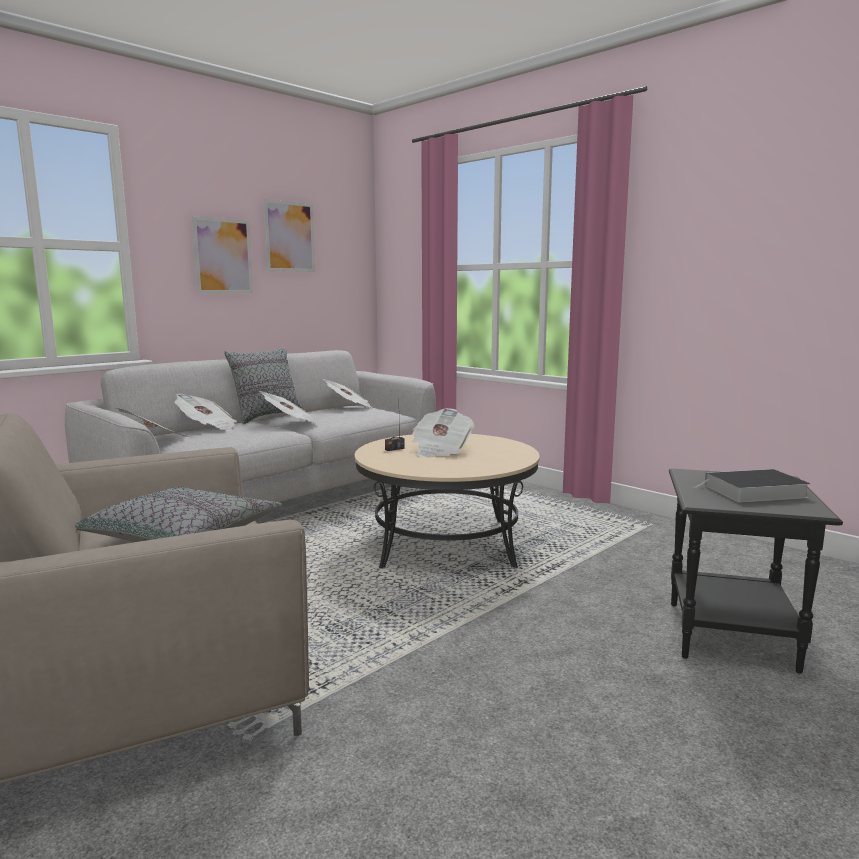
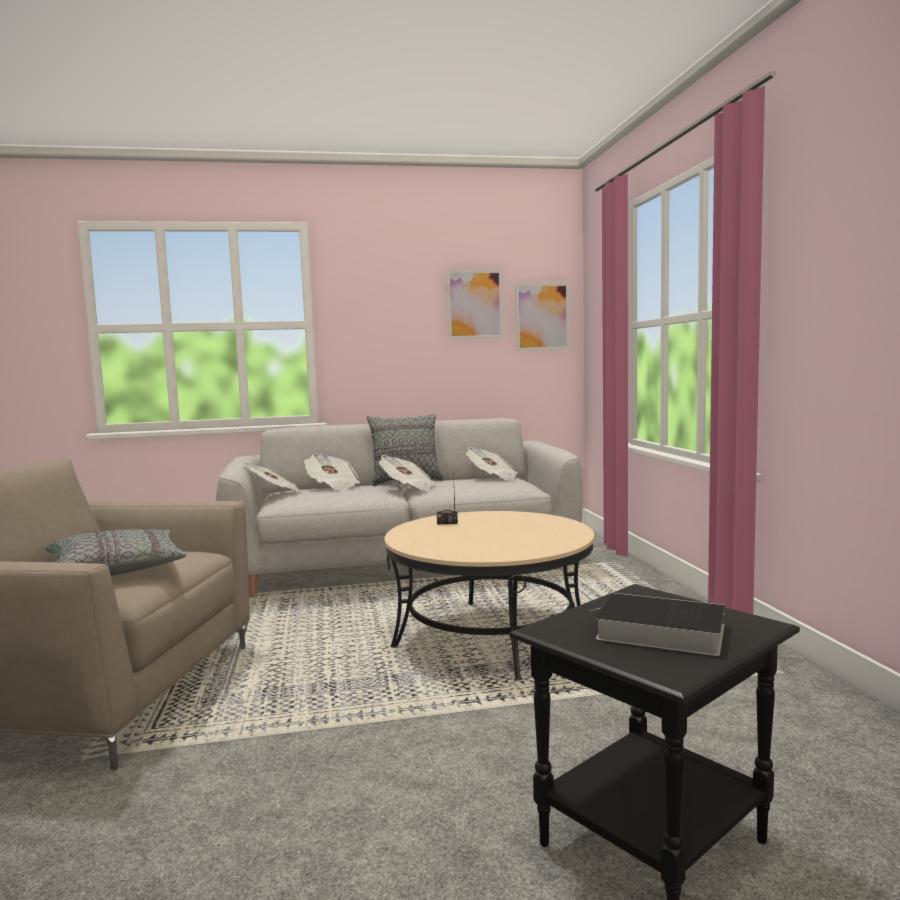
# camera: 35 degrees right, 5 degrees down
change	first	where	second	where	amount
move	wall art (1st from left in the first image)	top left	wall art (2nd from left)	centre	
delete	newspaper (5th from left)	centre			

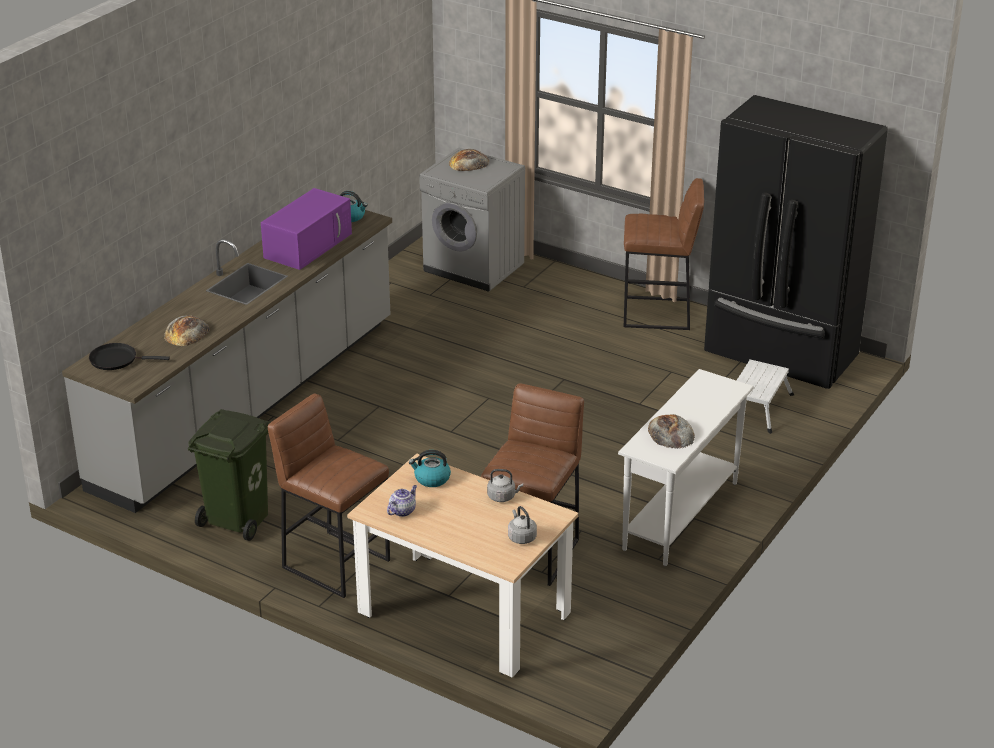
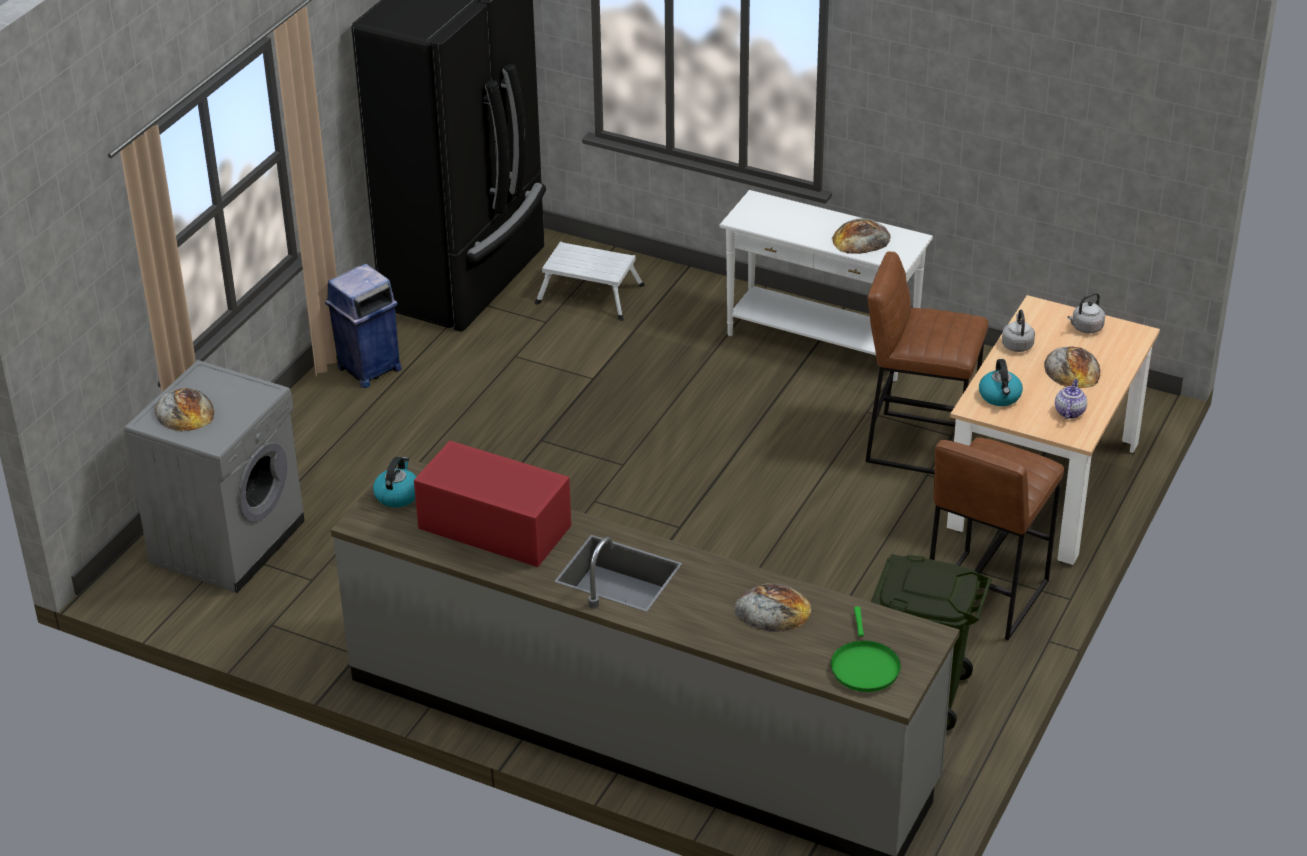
# camera: 95 degrees left, 5 degrees up
change	first	where	second	where	amount
replace	brownish stool seat (3rd from left)	middle right	blue trash can	middle left	
recolor	purple-coloured microwave	top left	reddish microwave	centre	
recolor	blackish pan	middle left	green pan	bottom centre	
rotate	pot for tea	bottom centre		middle right	75 degrees clockwise
insert			baked bread (4th from left)	middle right	

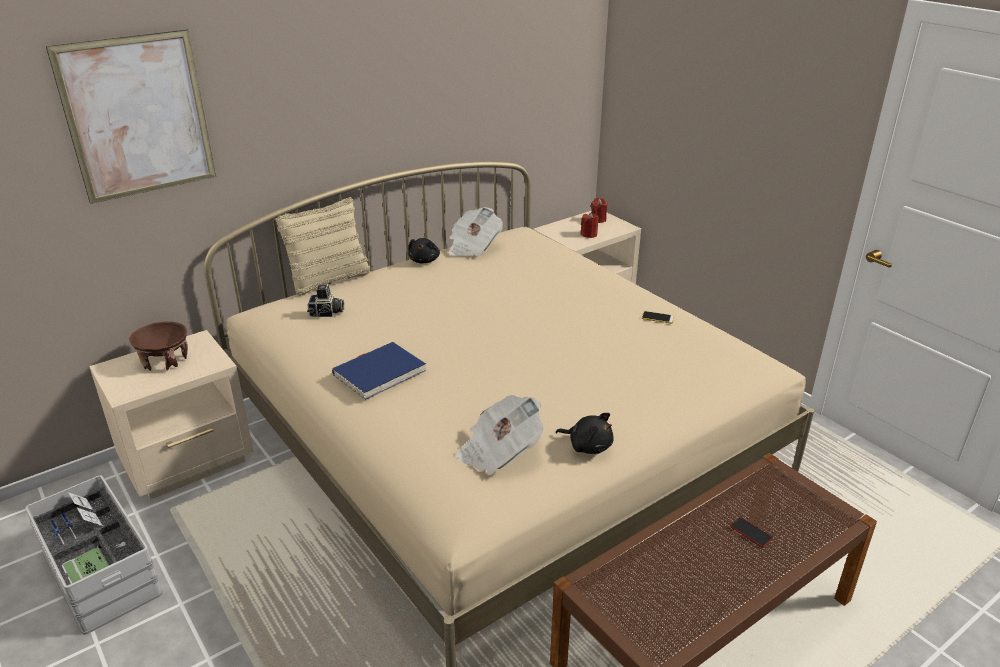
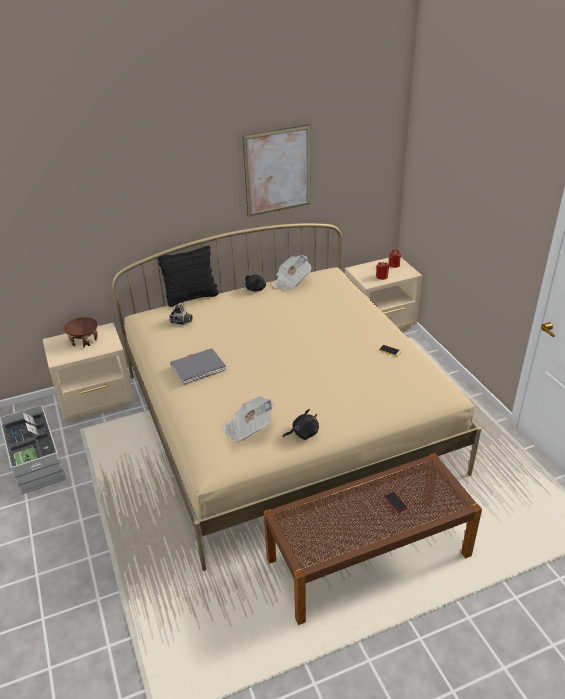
# camera: 15 degrees right, 5 degrees up
change	first	where	second	where	amount
move	wall art	top left		top centre	
recolor	beige throw pillow	middle left	blackish throw pillow	middle left	
recolor	blue bound book	centre	greyish bound book	centre	
rotate	blackish soft toy (2nd from left)	centre		centre	60 degrees counterclockwise

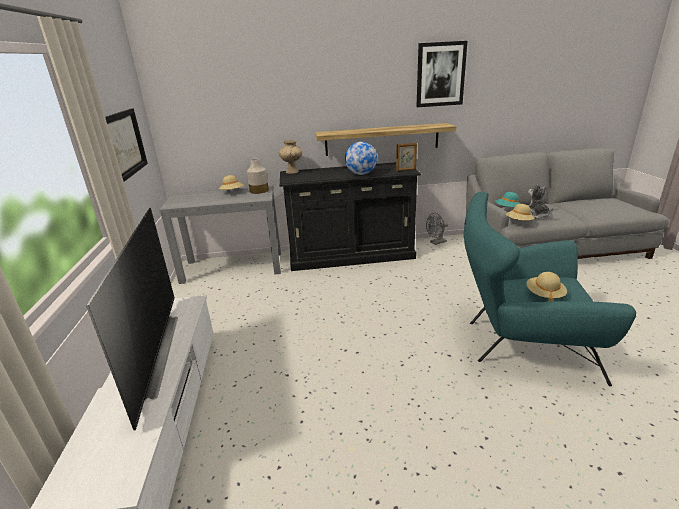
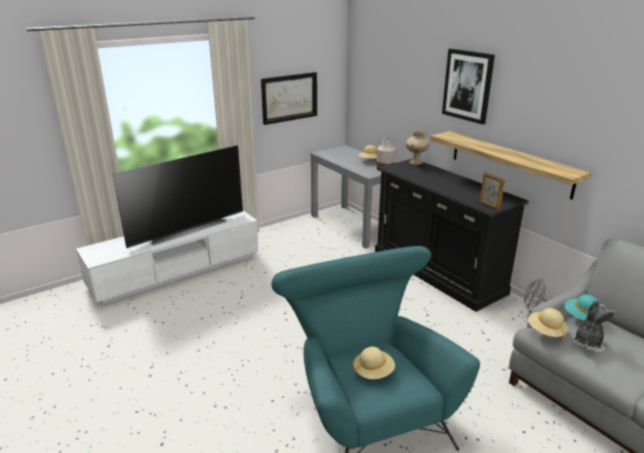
# camera: 60 degrees right, 0 degrees up
change	first	where	second	where	amount
move	wall art (2nd from left)	top centre		top right	
delete	world globe	top centre			

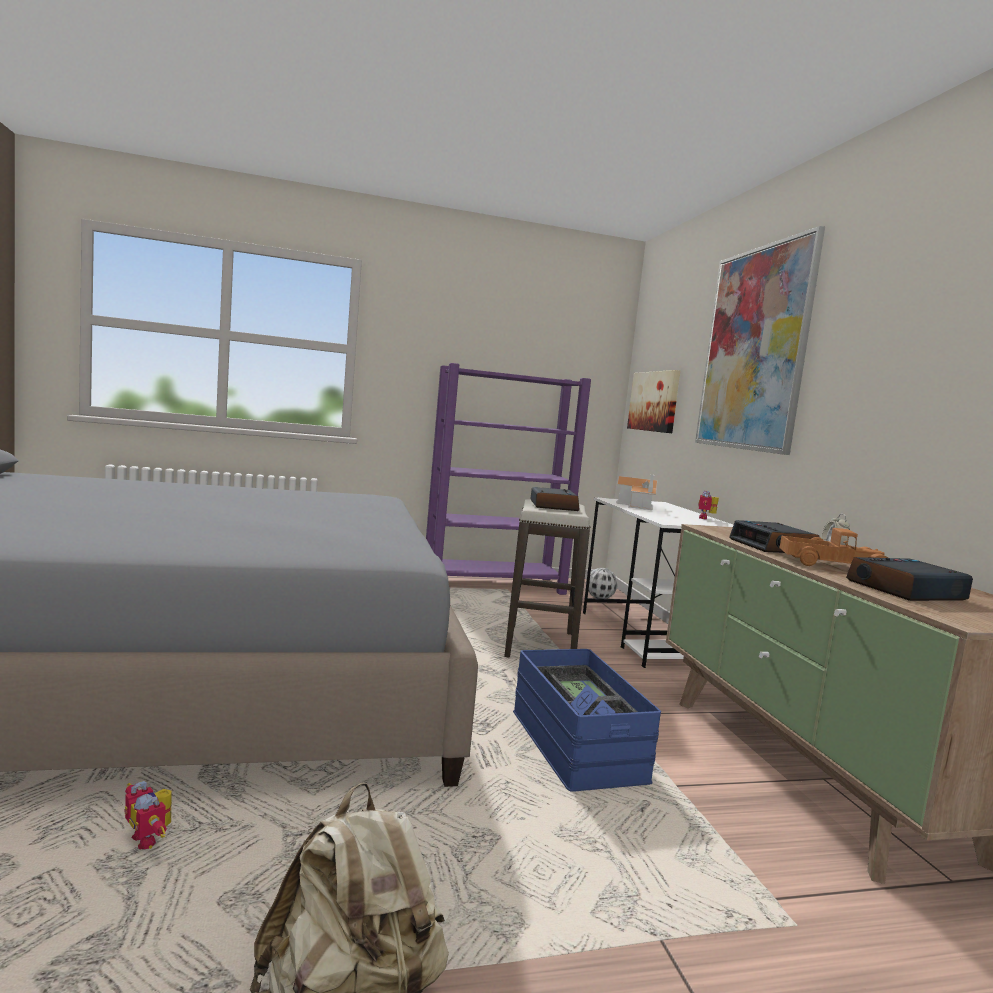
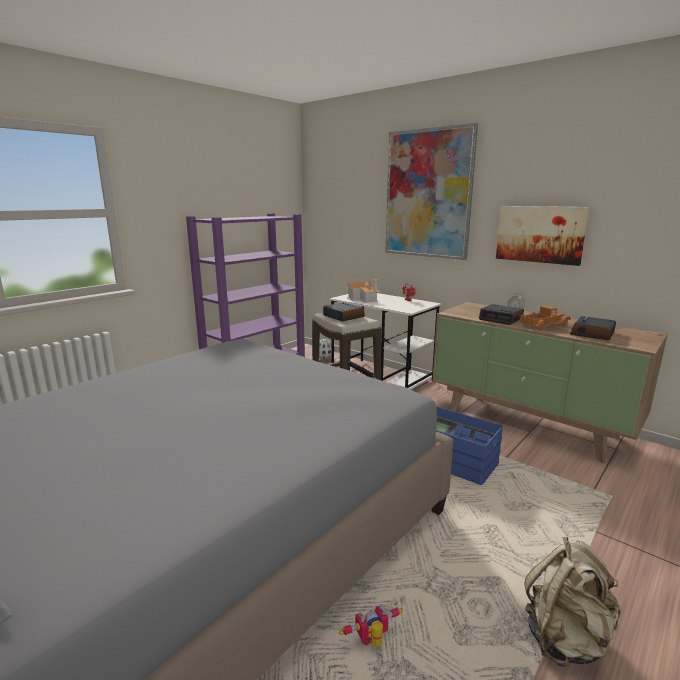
# camera: 35 degrees left, 10 degrees up
change	first	where	second	where	amount
move	wall art (1st from left in the first image)	centre	wall art (2nd from left)	middle right	
rotate	robot figure (1st from left)	bottom left		bottom centre	150 degrees clockwise

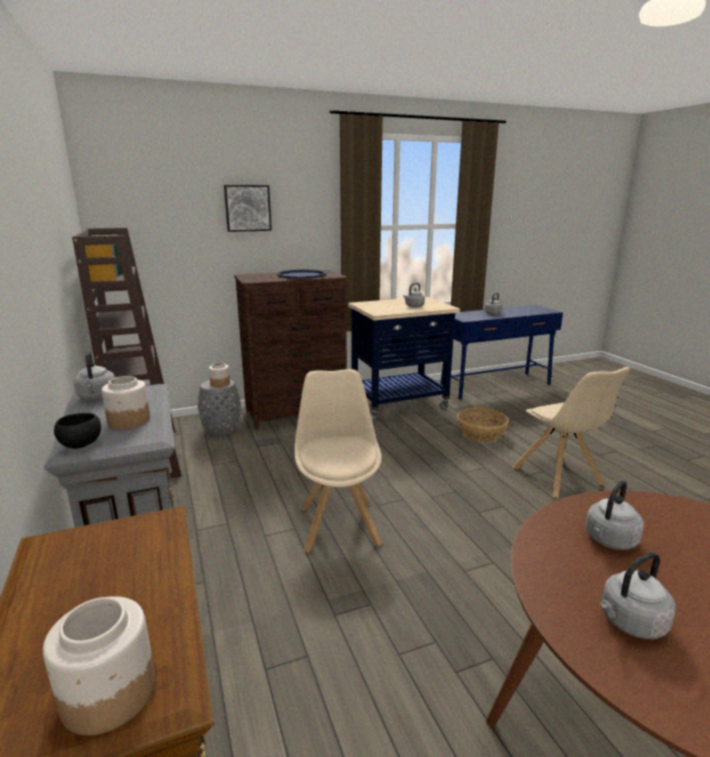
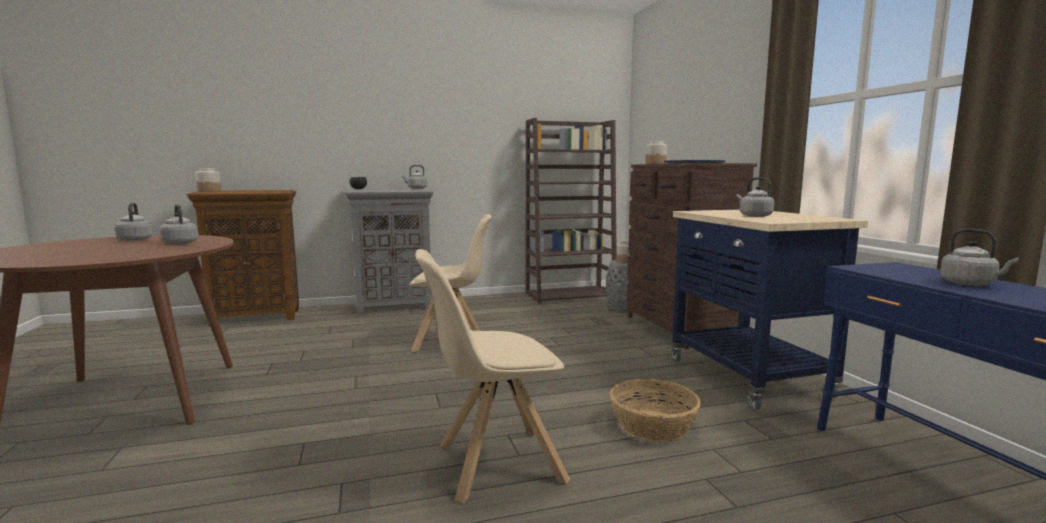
# camera: 95 degrees right, 10 degrees down
change	first	where	second	where	amount
delete	wall art	top centre			
move	jar (2nd from left in the first image)	middle left	jar (3rd from left)	top centre	

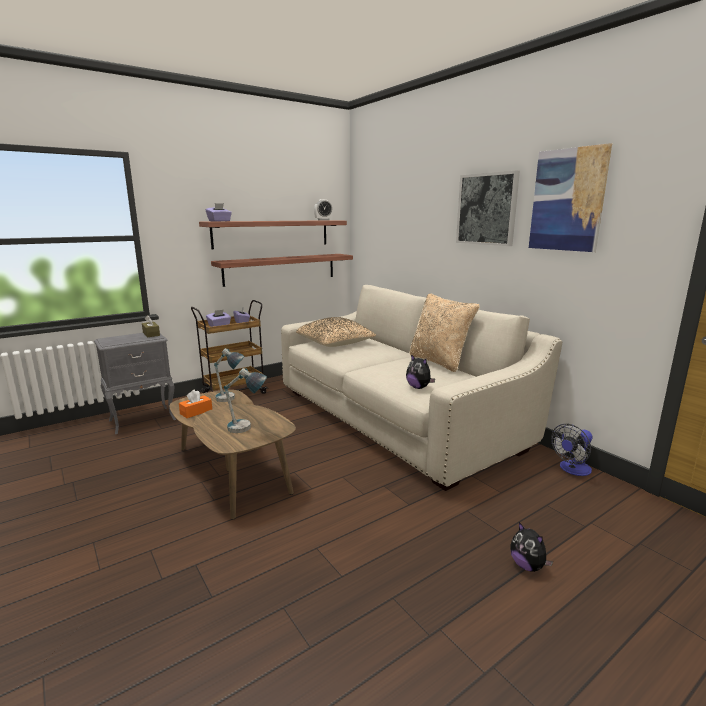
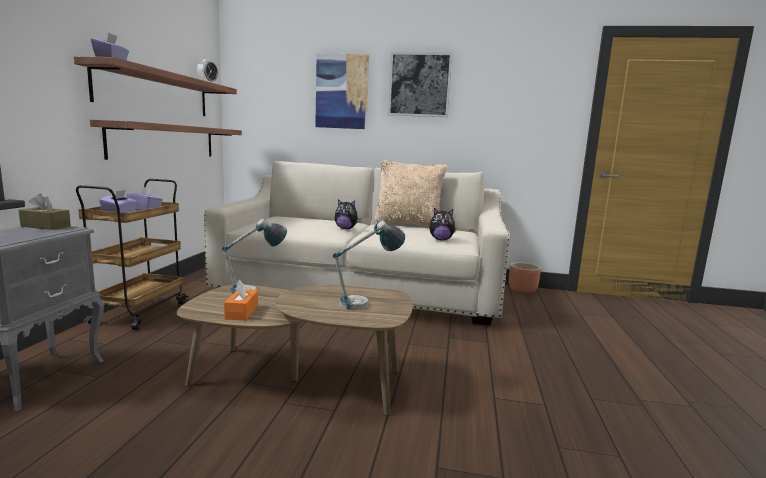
# camera: 45 degrees left, 5 degrees down
change	first	where	second	where	amount
move	wall art (2nd from left in the first image)	top right	wall art (1st from left)	top centre	
delete	beige throw pillow (1st from left)	centre			
replace	fan	middle right	brownish flower pot	middle right	
move	soft toy (2nd from left in the first image)	bottom right	soft toy (1st from left)	centre	

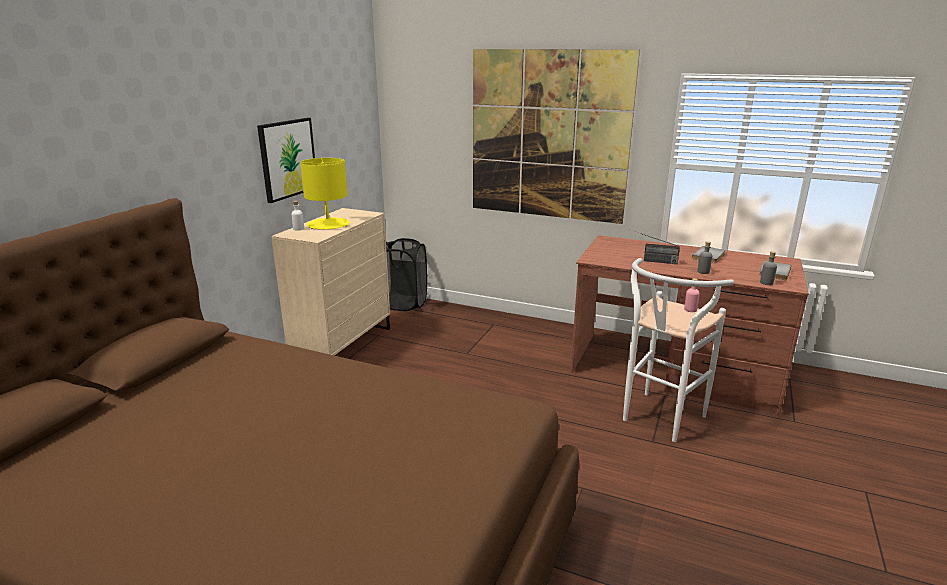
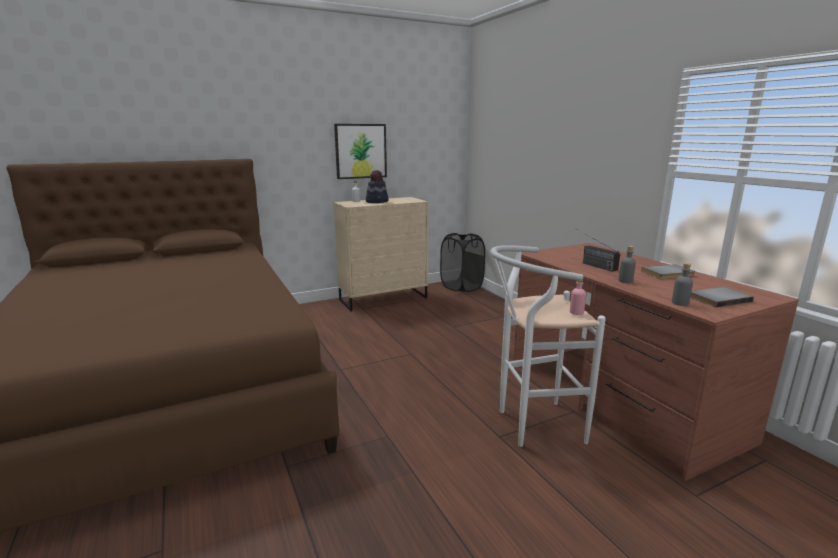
# camera: 40 degrees right, 5 degrees down
change	first	where	second	where	amount
delete	wall art (2nd from left)	top centre			
replace	yellow lamp for a table	top centre	clothing hat	centre	

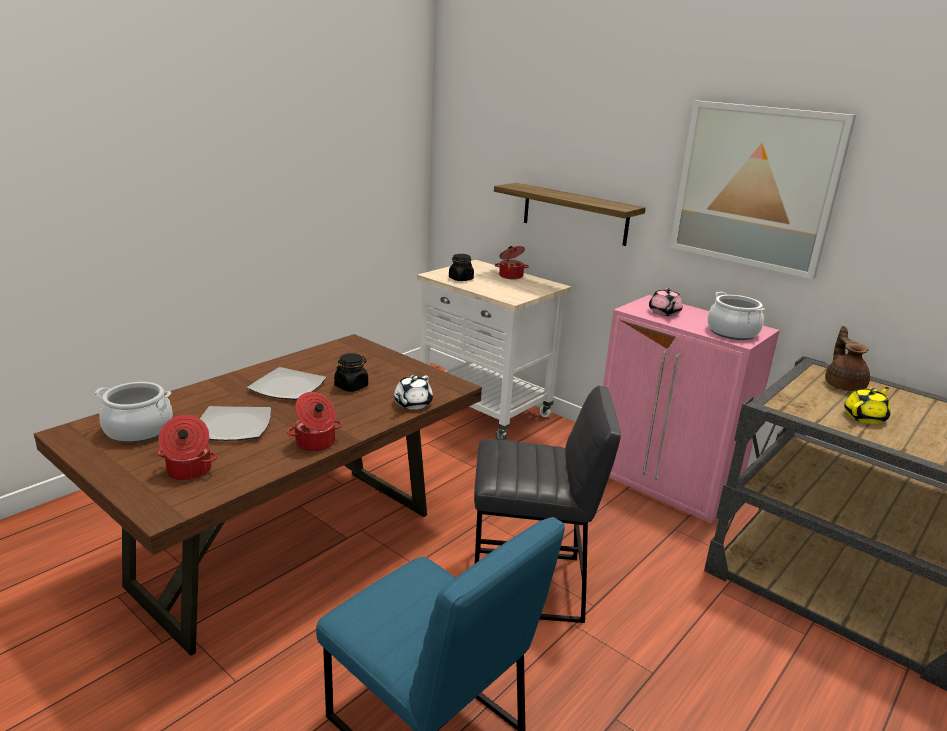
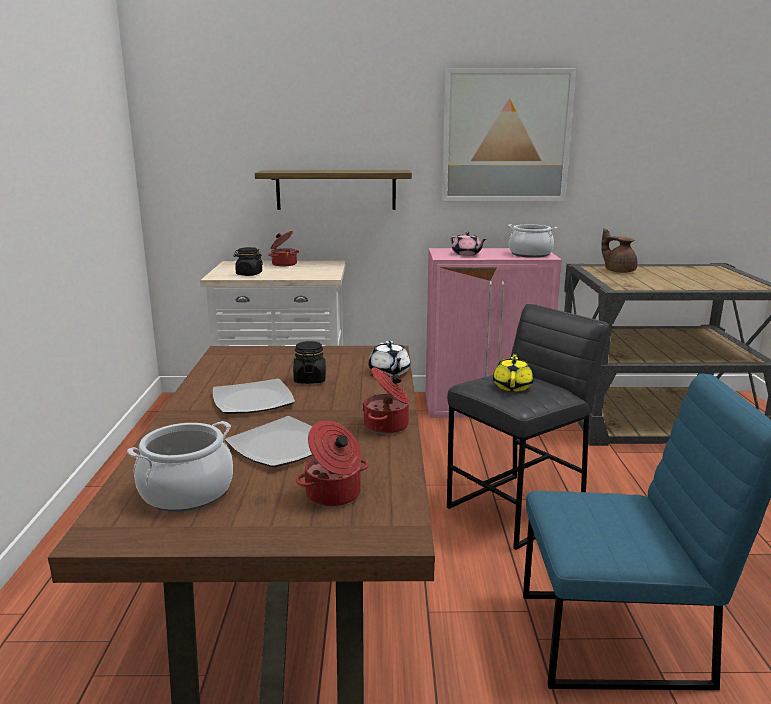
# camera: 40 degrees left, 5 degrees down
change	first	where	second	where	amount
move	yellow pot for tea	middle right		centre	

